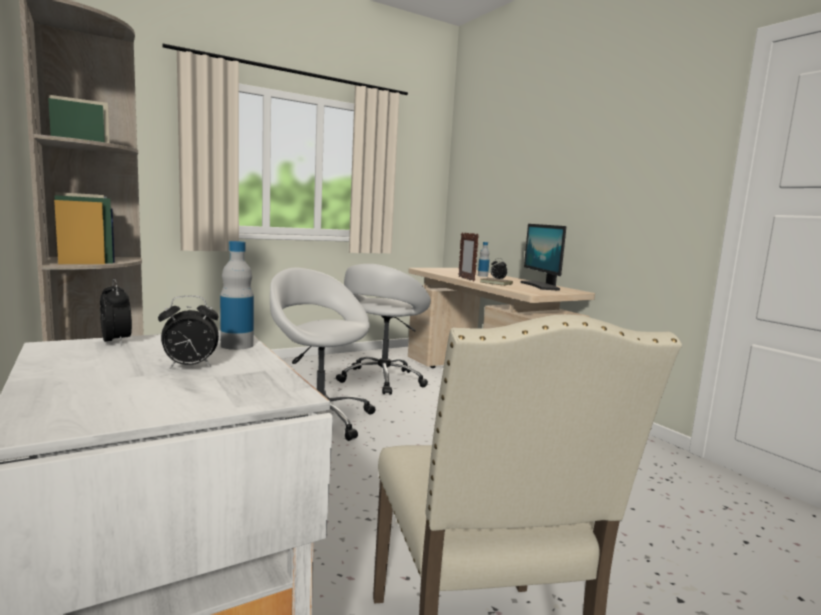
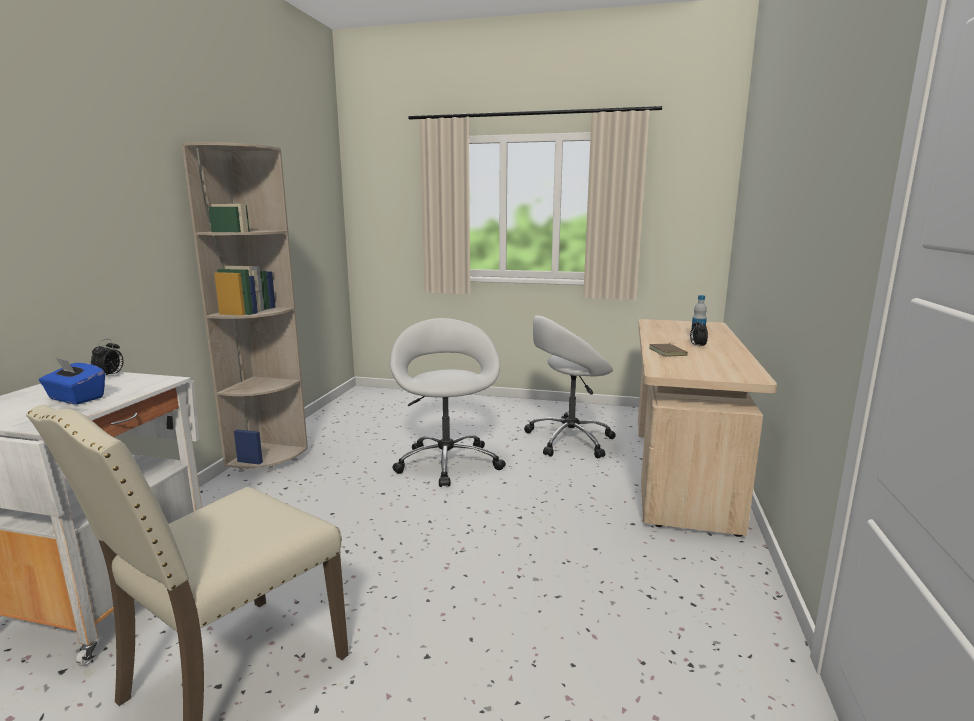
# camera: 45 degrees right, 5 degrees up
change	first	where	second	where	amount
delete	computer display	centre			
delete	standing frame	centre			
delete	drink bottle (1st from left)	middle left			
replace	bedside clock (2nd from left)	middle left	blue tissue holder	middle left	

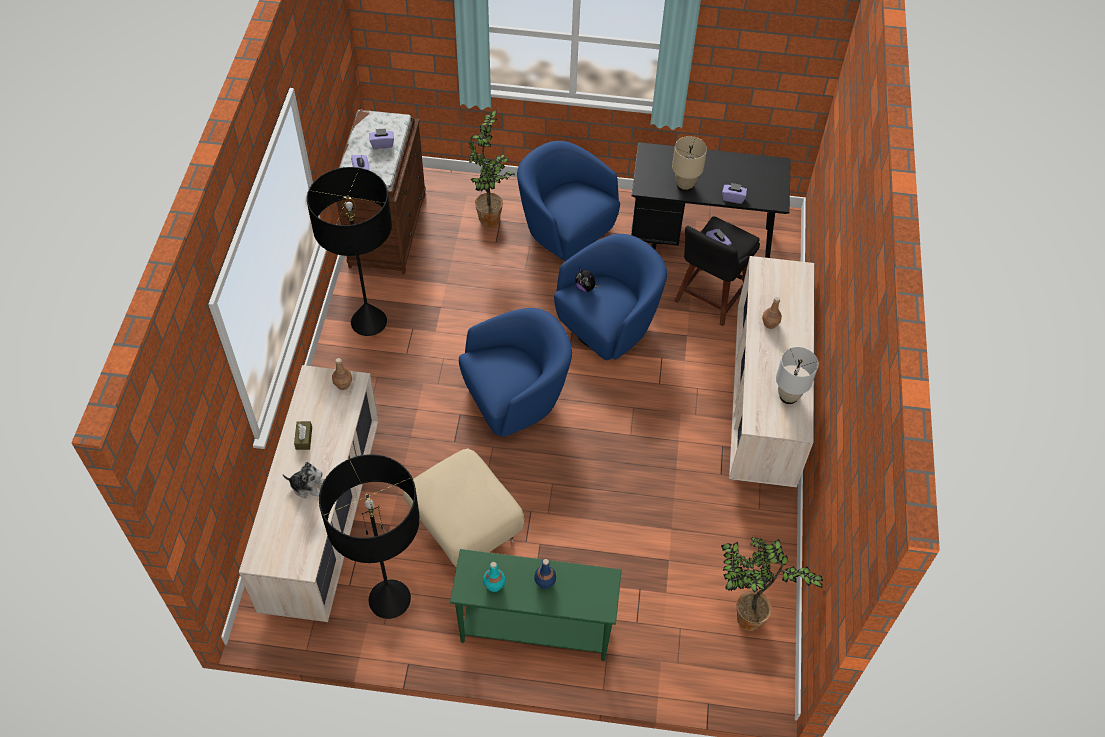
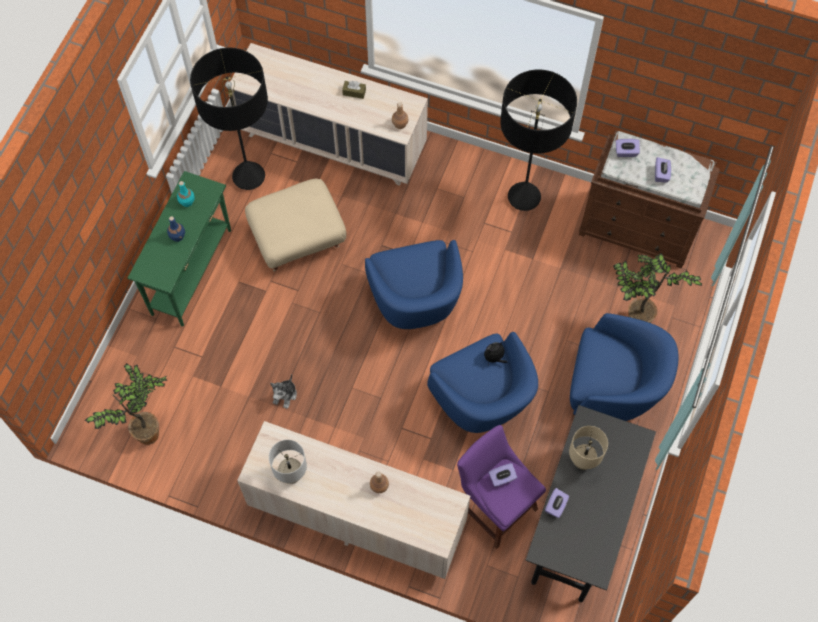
# camera: 105 degrees right, 10 degrees up
change	first	where	second	where	amount
rotate	blue lounge chair (2nd from left in the first image)	top centre	blue lounge chair (3rd from left)	middle right	45 degrees clockwise
recolor	blackish stool seat	centre	purple-coloured stool seat	bottom centre	
move	soft toy (1st from left)	middle left		centre	

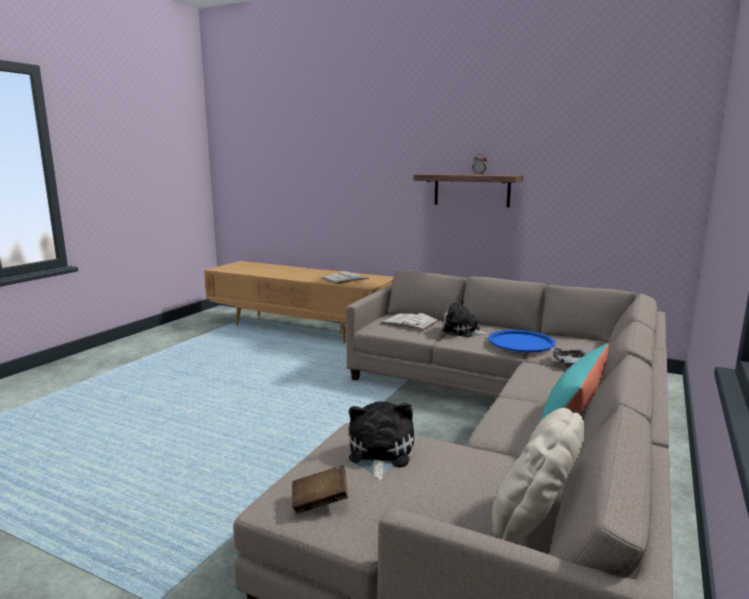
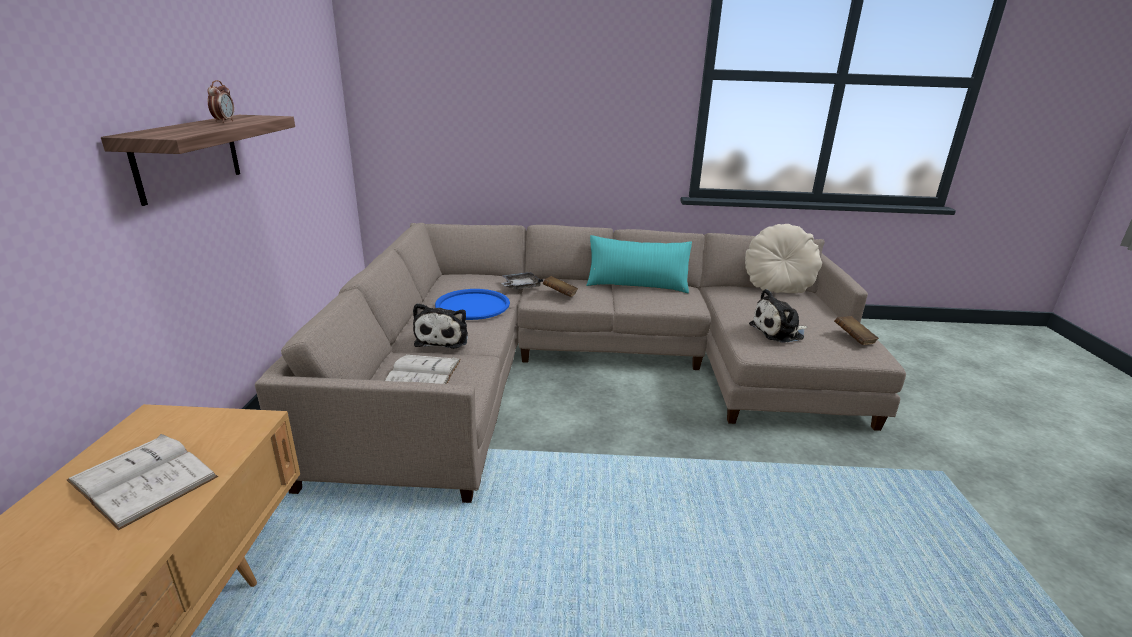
# camera: 115 degrees left, 10 degrees up
change	first	where	second	where	amount
insert			brownish bound book (1st from left)	centre	

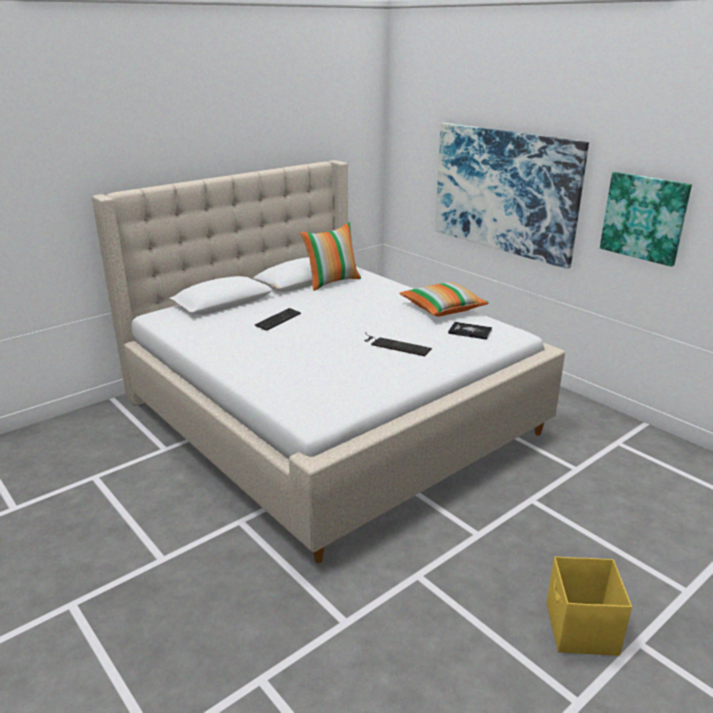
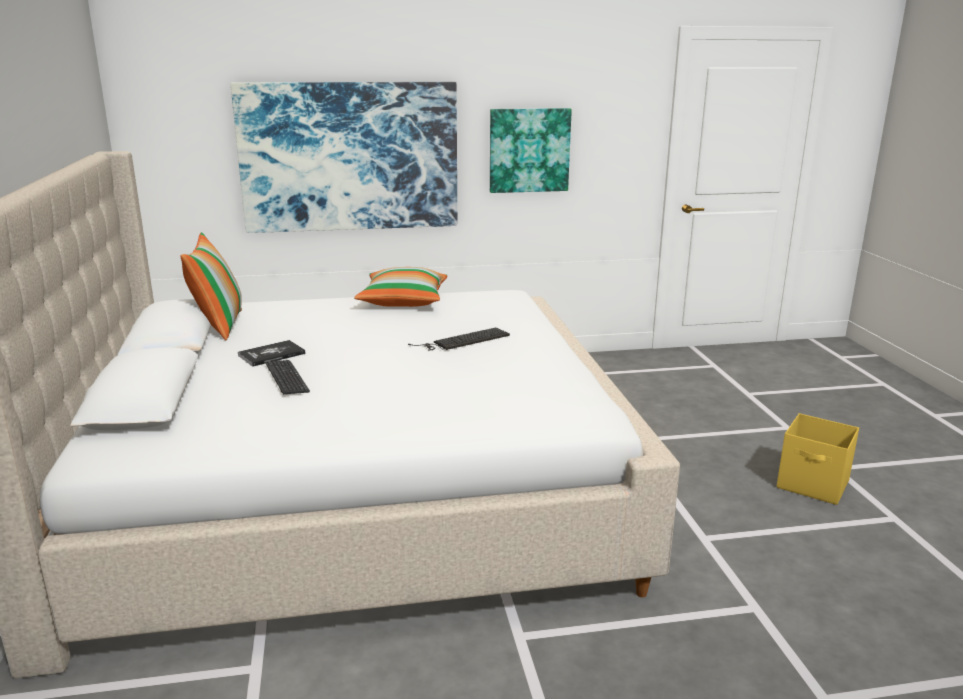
# camera: 60 degrees left, 5 degrees down
change	first	where	second	where	amount
move	bound book	centre		middle left	

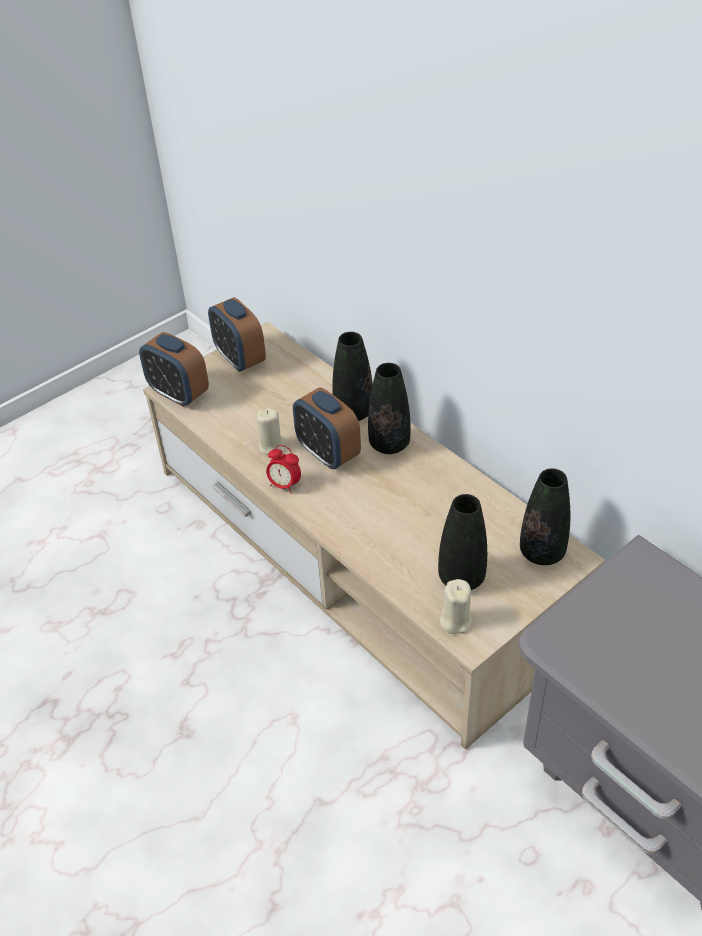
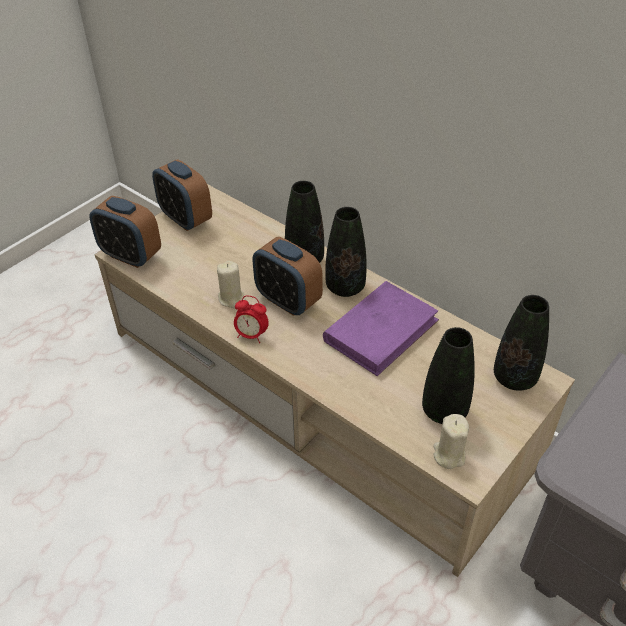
# camera: 10 degrees left, 0 degrees up
change	first	where	second	where	amount
insert			purple-coloured bound book	centre	

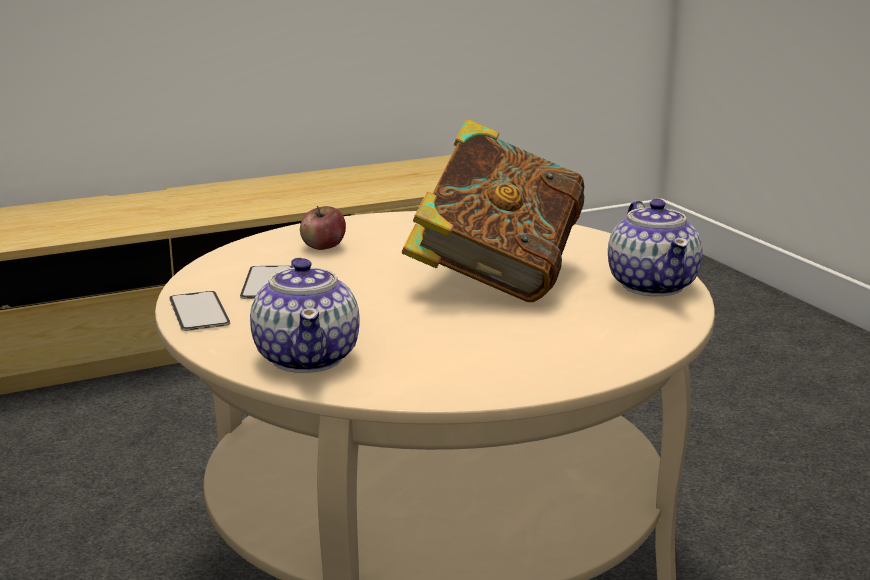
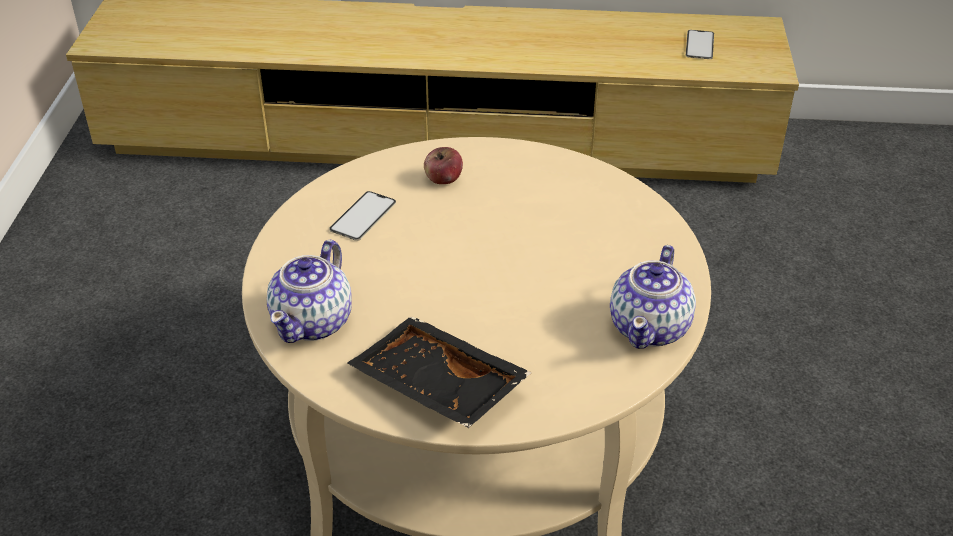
# camera: 30 degrees right, 20 degrees up
change	first	where	second	where	amount
delete	bound book	centre			
move	telephone (1st from left in the first image)	middle left	telephone (2nd from left)	top right	
insert			blackish serving tray	bottom centre	

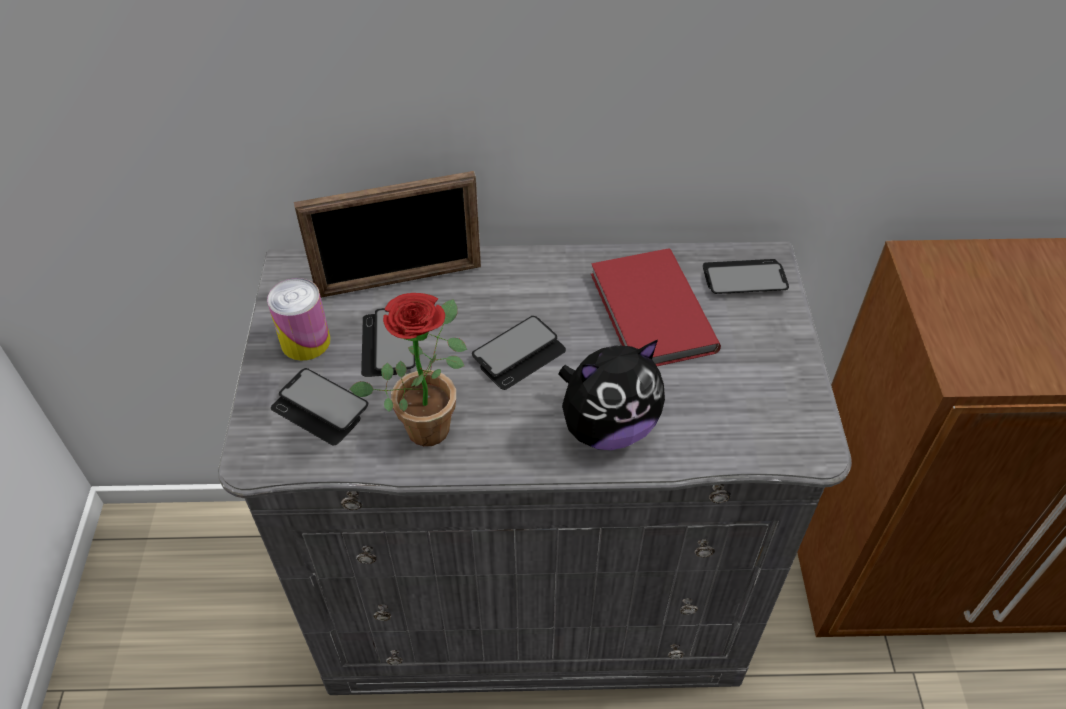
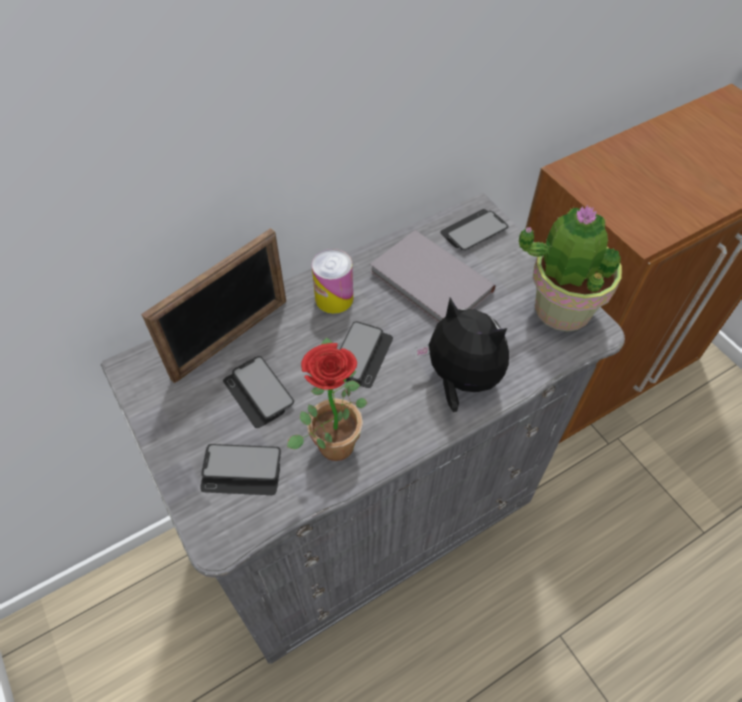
# camera: 30 degrees left, 5 degrees up
change	first	where	second	where	amount
recolor	reddish bound book	centre	greyish bound book	centre	
move	sealed can	middle left		centre	
rotate	soft toy	centre		centre	90 degrees counterclockwise
insert			houseplant (2nd from left)	middle right	

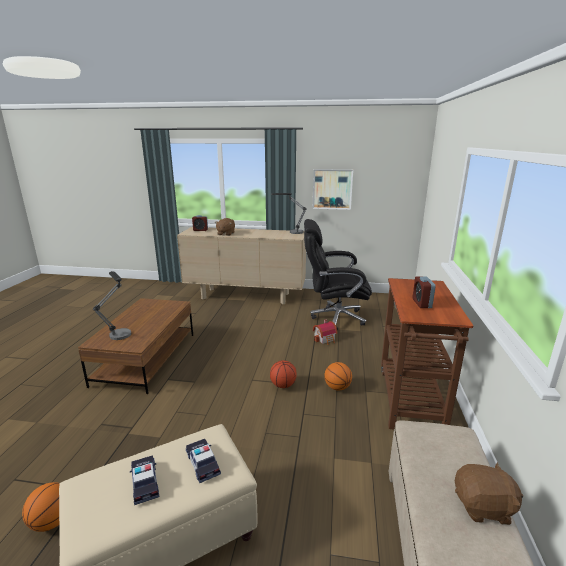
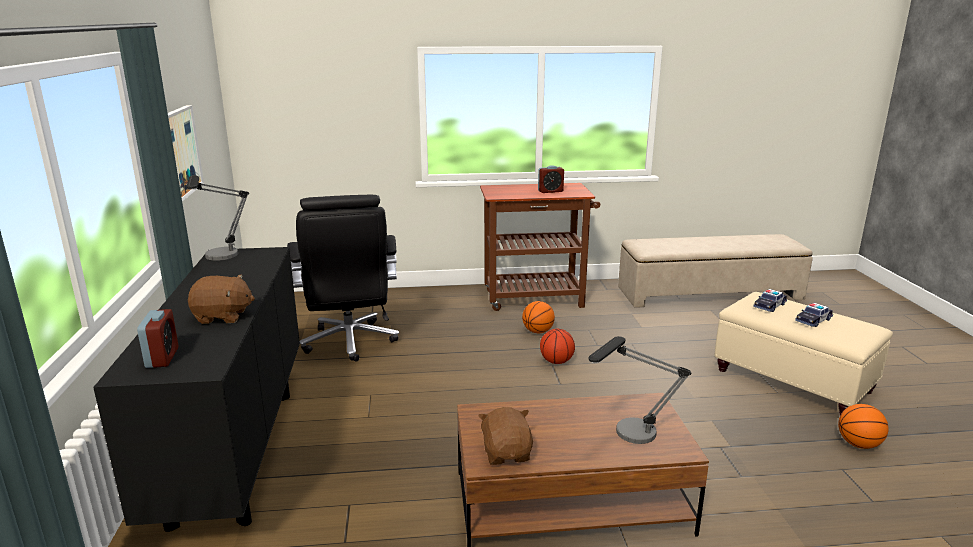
# camera: 105 degrees left, 0 degrees up
change	first	where	second	where	amount
recolor	beige drawer chest	centre	blackish drawer chest	bottom left	
delete	toy house	centre			
move	brownish soft toy (2nd from left)	bottom right		bottom centre	

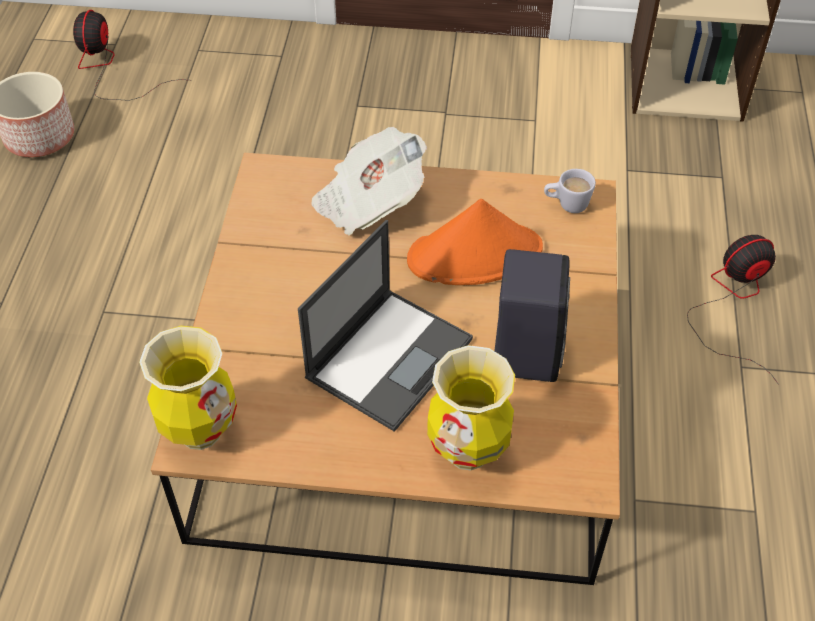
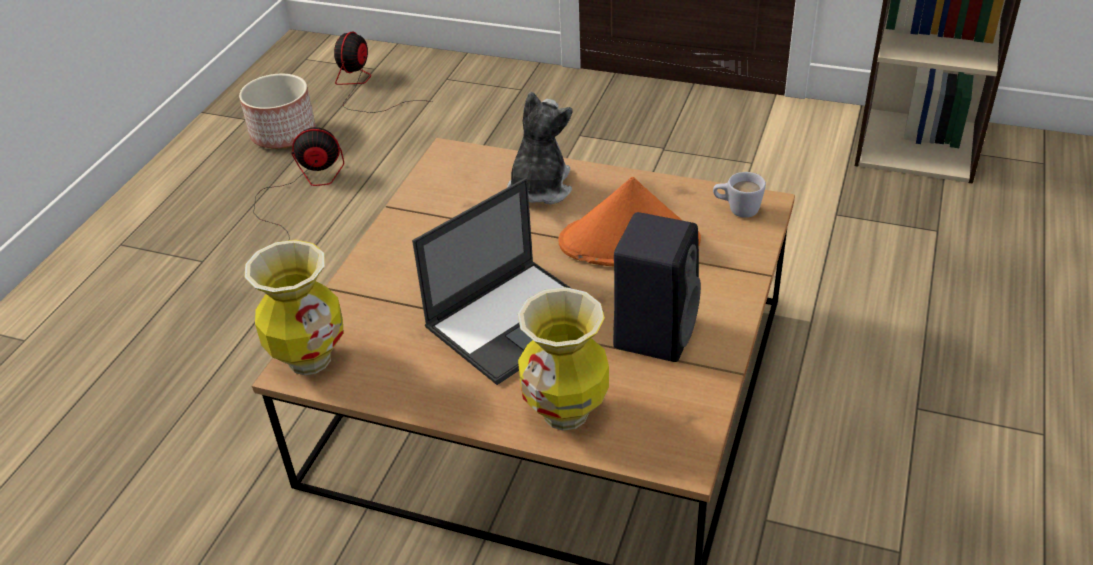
# camera: 15 degrees right, 10 degrees down
change	first	where	second	where	amount
replace	newspaper	top centre	soft toy	top centre	
move	fan (2nd from left in the first image)	middle right	fan (1st from left)	top left	

